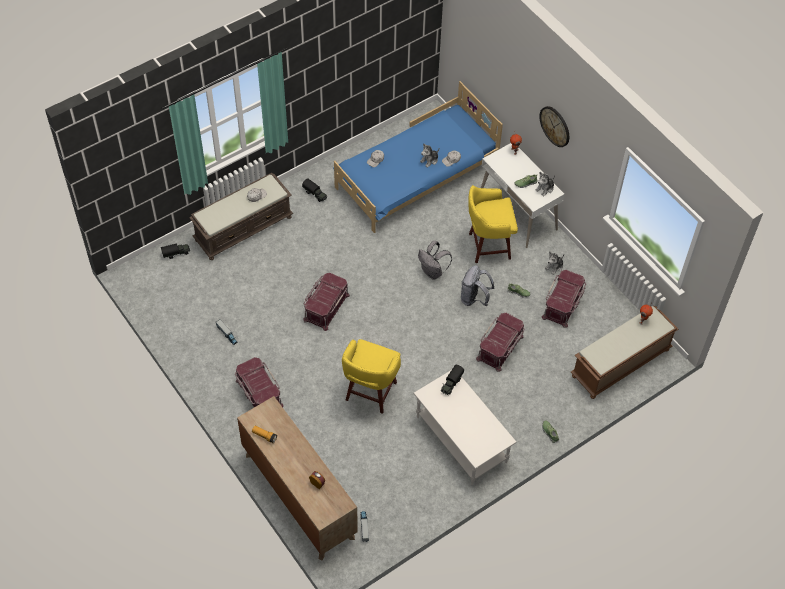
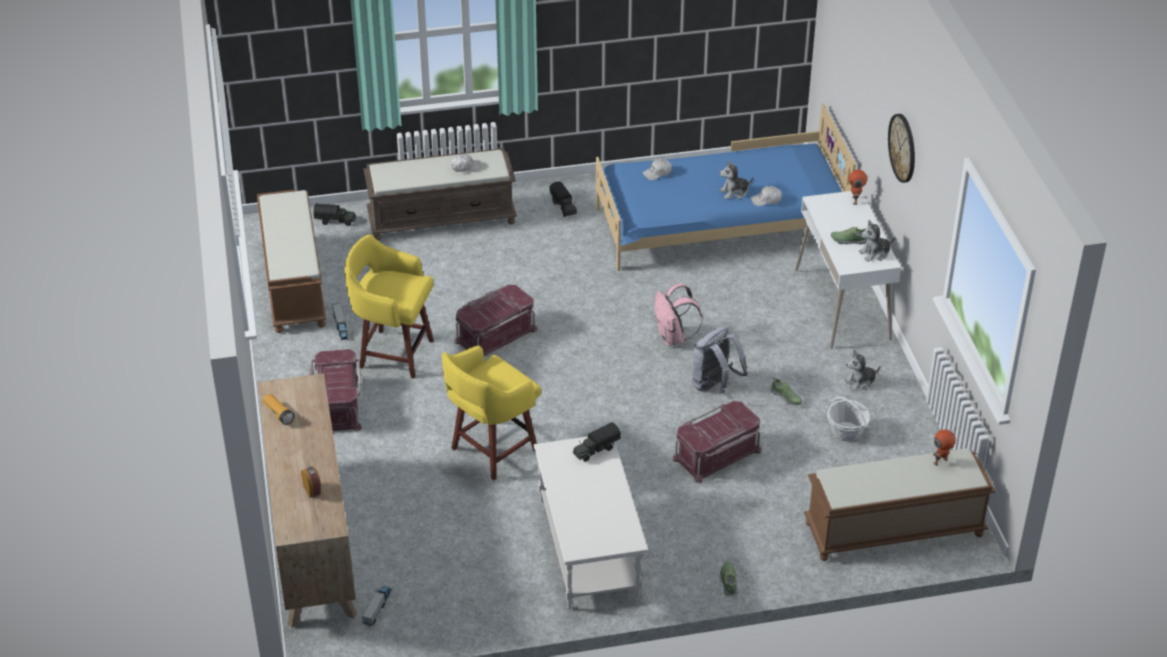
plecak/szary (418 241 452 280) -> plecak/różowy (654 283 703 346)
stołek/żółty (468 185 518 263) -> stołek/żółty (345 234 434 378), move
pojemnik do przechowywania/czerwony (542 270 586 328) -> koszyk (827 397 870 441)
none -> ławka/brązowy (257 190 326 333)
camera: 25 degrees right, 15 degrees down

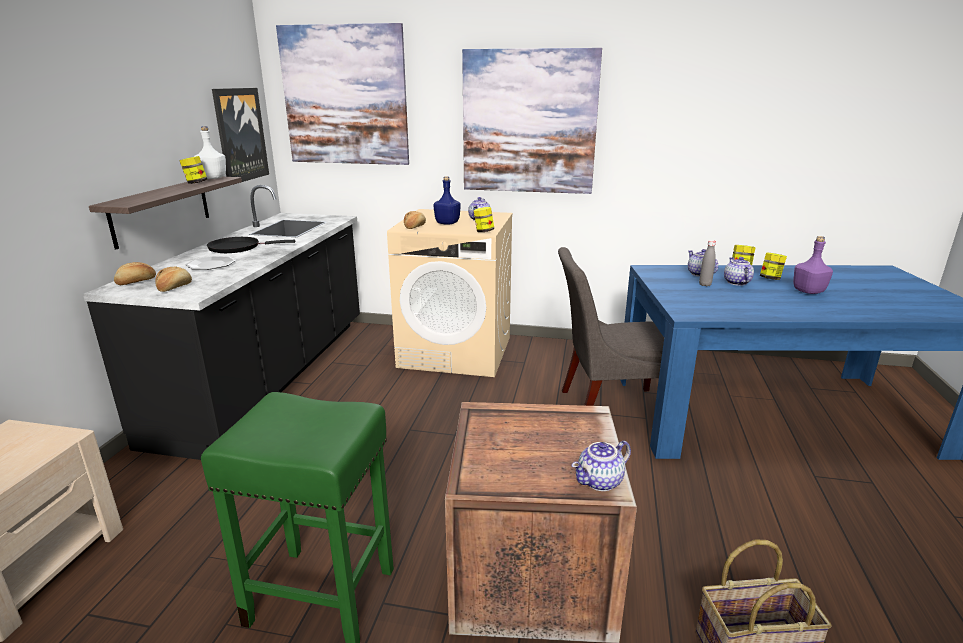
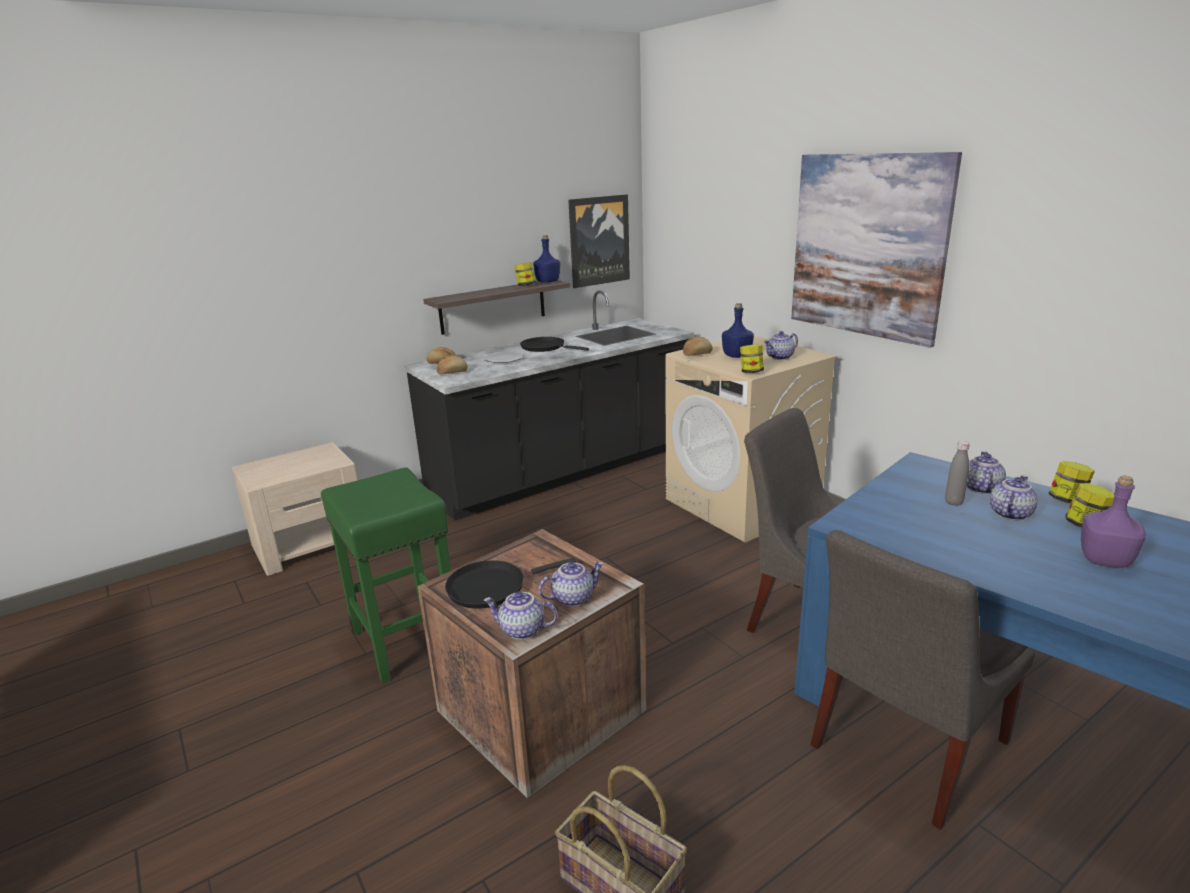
butelka/biały (194 126 226 179) -> butelka/niebieski (533 235 560 283)
obraz (276 23 409 165) -> none
none -> patelnia/czarny (445 558 576 609)
none -> imbryk (539 562 604 607)
none -> krzesło/szary (810 530 1035 830)
camera: 45 degrees right, 0 degrees up

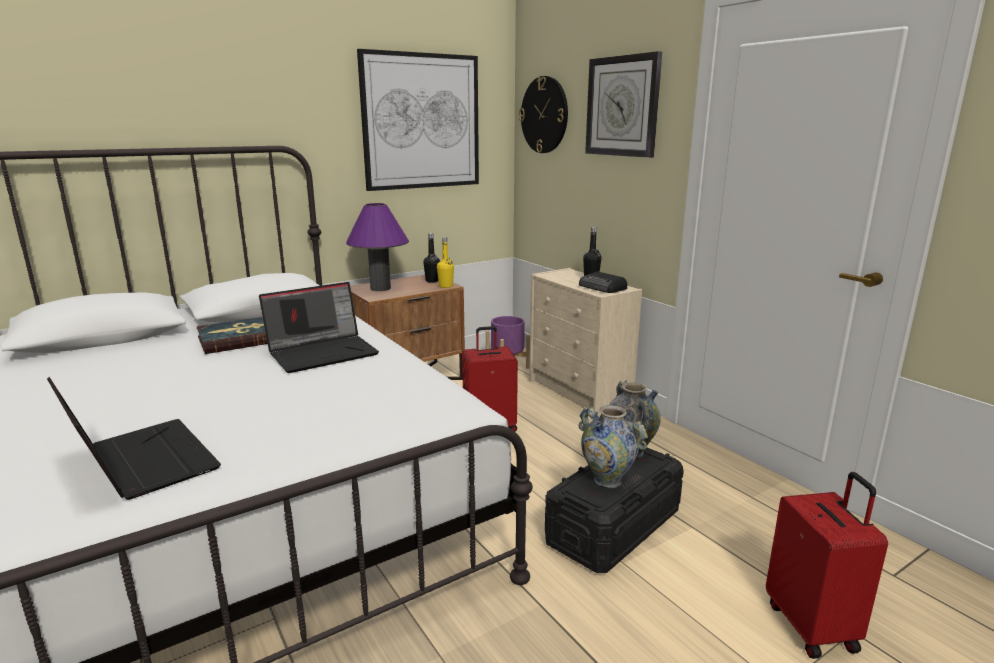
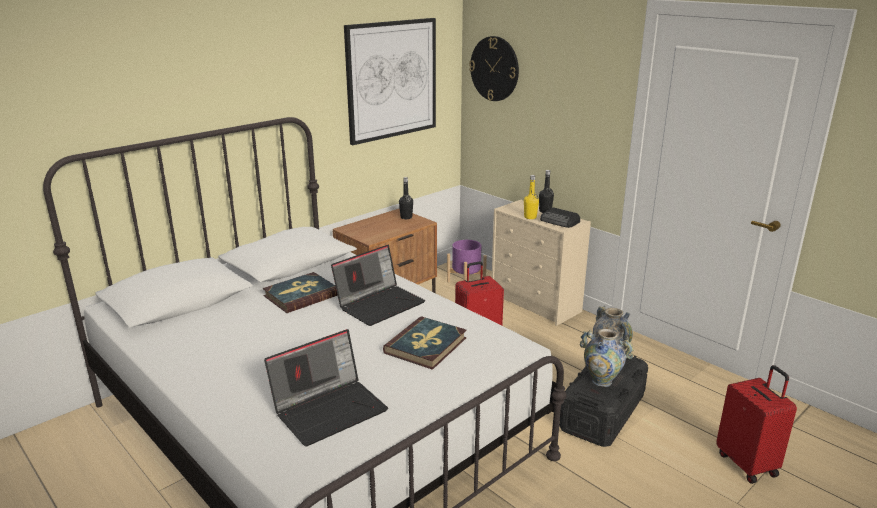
laptop (47 377 221 500) -> laptop (264 329 388 446), 105 degrees clockwise
lampa stołowa/fioletowy (346 203 409 291) -> none
butelka/żółty (437 237 454 288) -> butelka/żółty (524 175 539 219), move
zegar ścienny (585 51 662 158) -> none
none -> książka (383 316 466 370)
camera: 10 degrees left, 5 degrees up

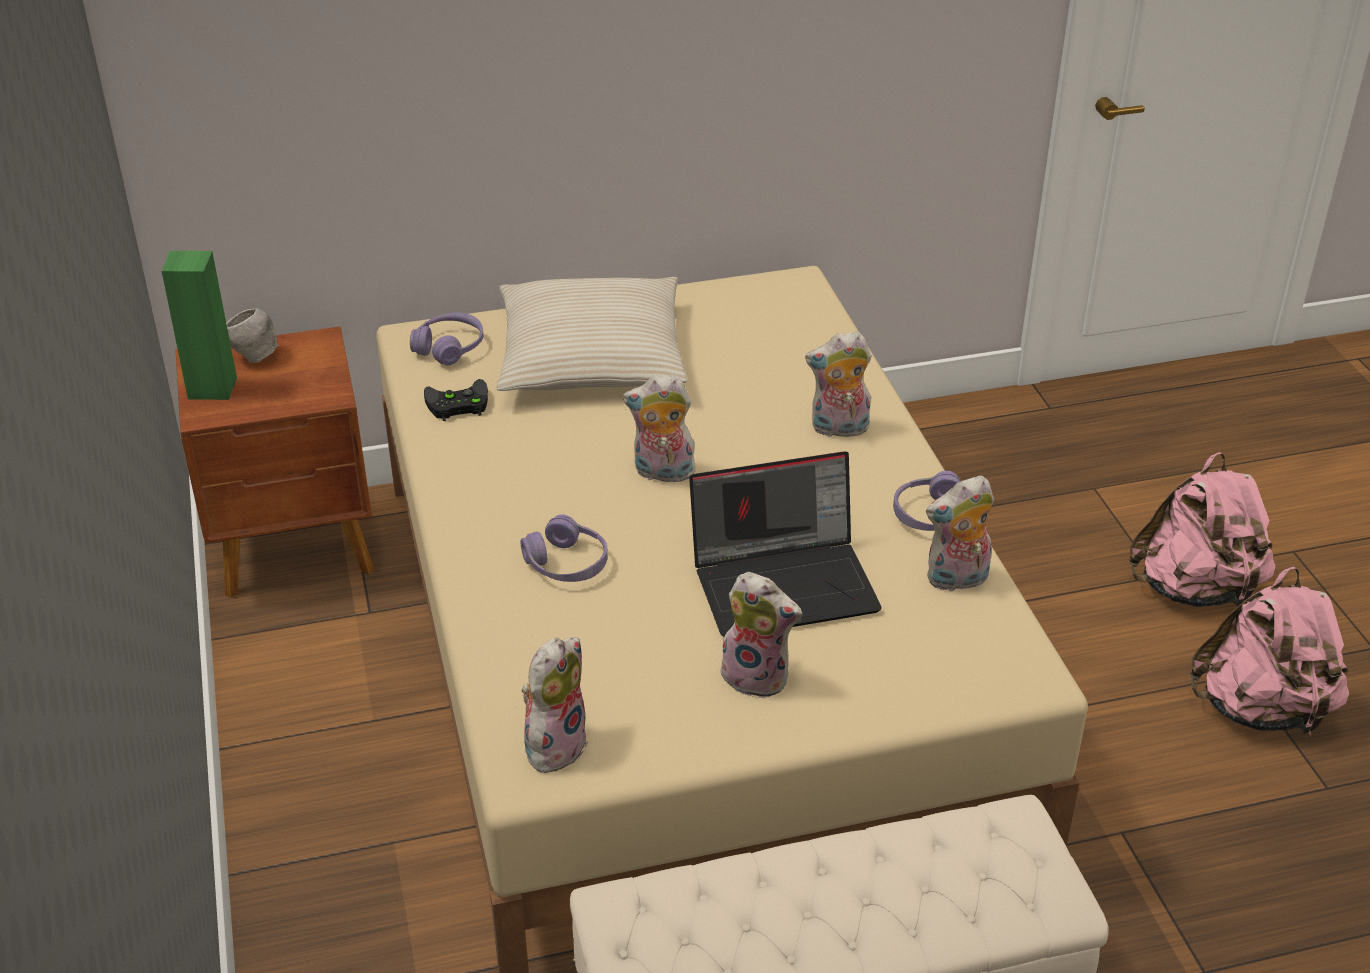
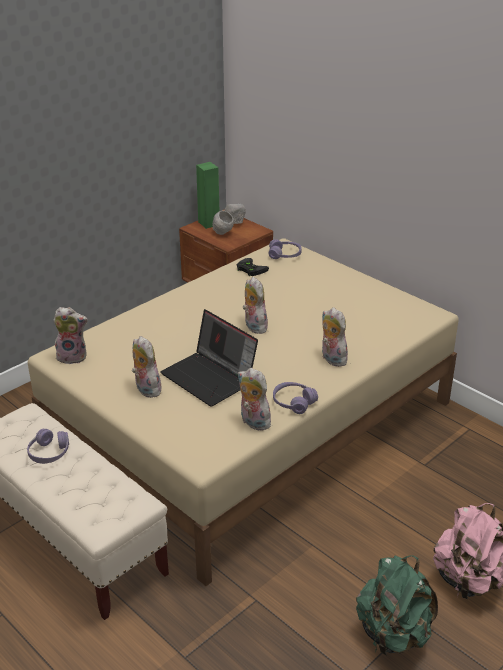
poduszka/beżowy (496 277 687 391) -> none
słuchawki/fioletowy (520 514 608 582) -> słuchawki/fioletowy (27 429 69 464), move
pluszak (720 572 802 699) -> pluszak (132 336 162 398), 150 degrees clockwise
plecak/różowy (1190 566 1349 738) -> plecak/zielony (356 555 438 656)
none -> miska/szary (213 210 234 235)
camera: 60 degrees right, 5 degrees down

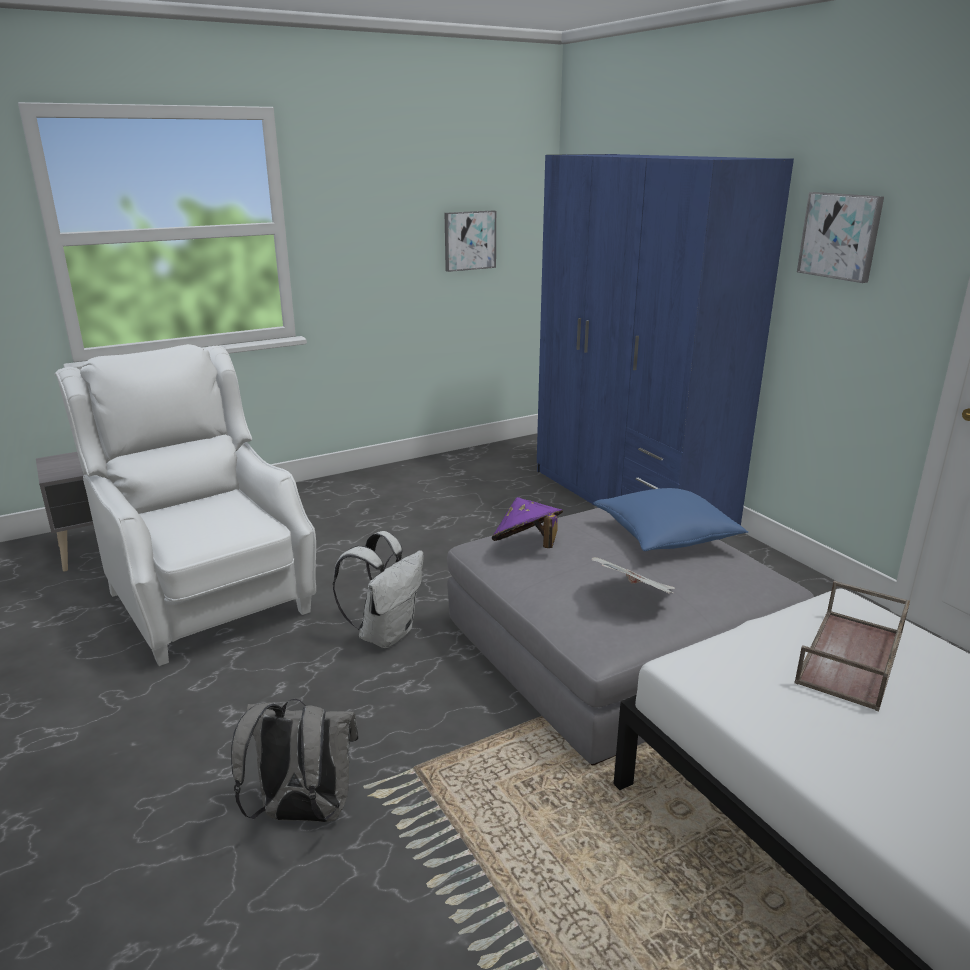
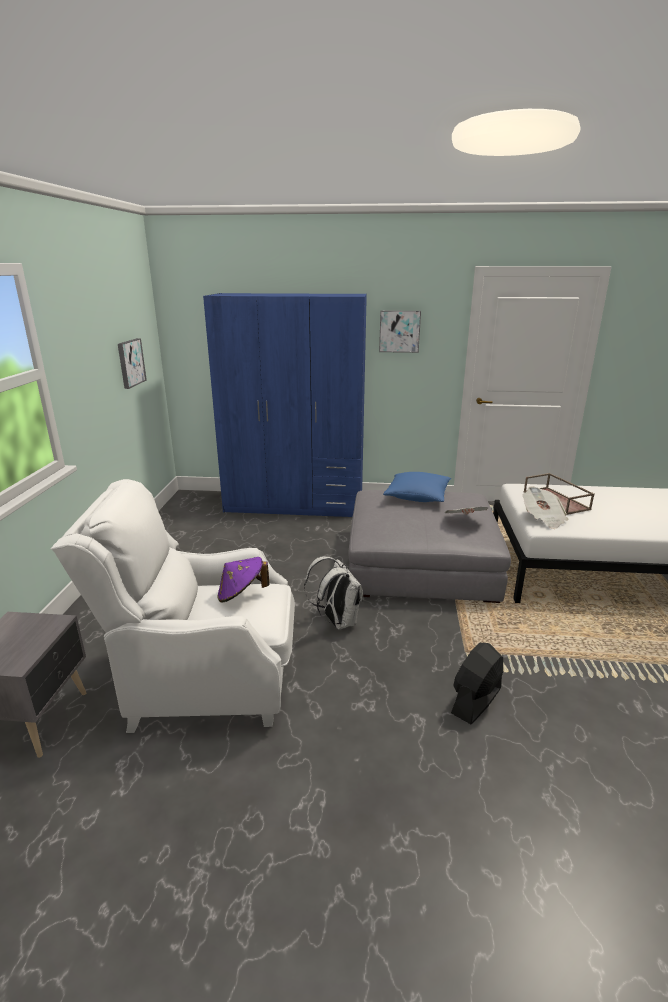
plecak/szary (231 699 358 822) -> wentylator/czarny (451 643 503 724)
kapelusz/fioletowy (492 497 563 548) -> kapelusz/fioletowy (217 557 269 603), move
none -> gazeta (522 486 569 529)
camera: 55 degrees left, 0 degrees up

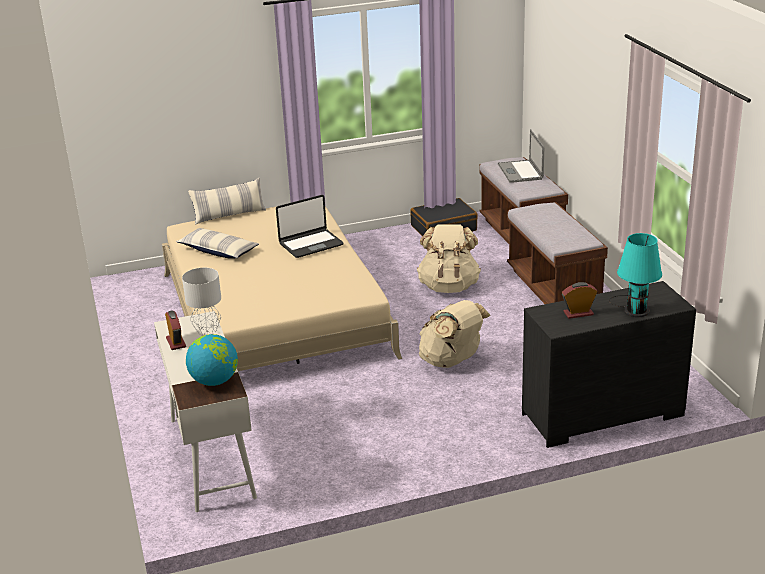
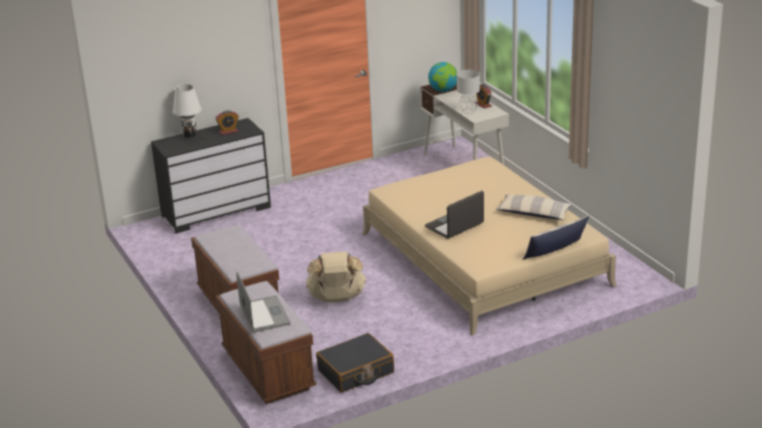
plecak/beżowy (419 300 491 368) -> none
lampa stołowa/turkusowy (609 233 662 317) -> lampa stołowa/biały (173 84 207 148)
camera: 170 degrees right, 0 degrees up

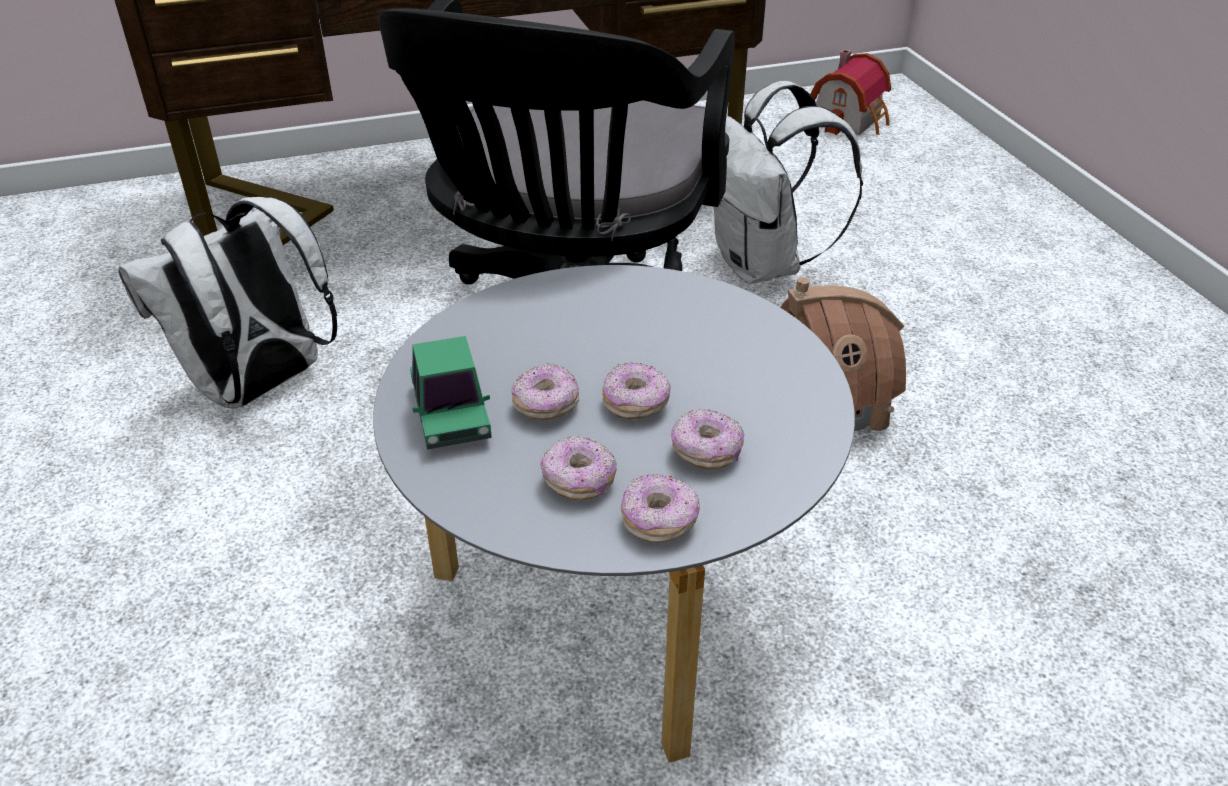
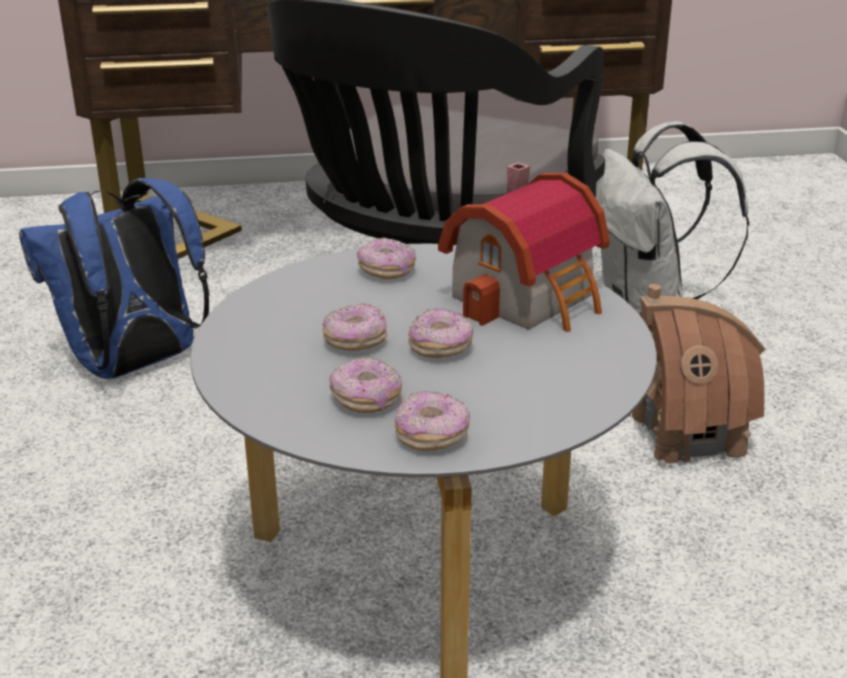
plecak/biały (118 197 337 409) -> plecak/niebieski (19 178 209 379)
samochodzik (410 336 492 450) -> none
donut (671 408 744 470) -> donut (357 237 416 279), move
domek (811 49 891 135) -> domek (438 162 610 332), move
camera: 10 degrees right, 10 degrees down

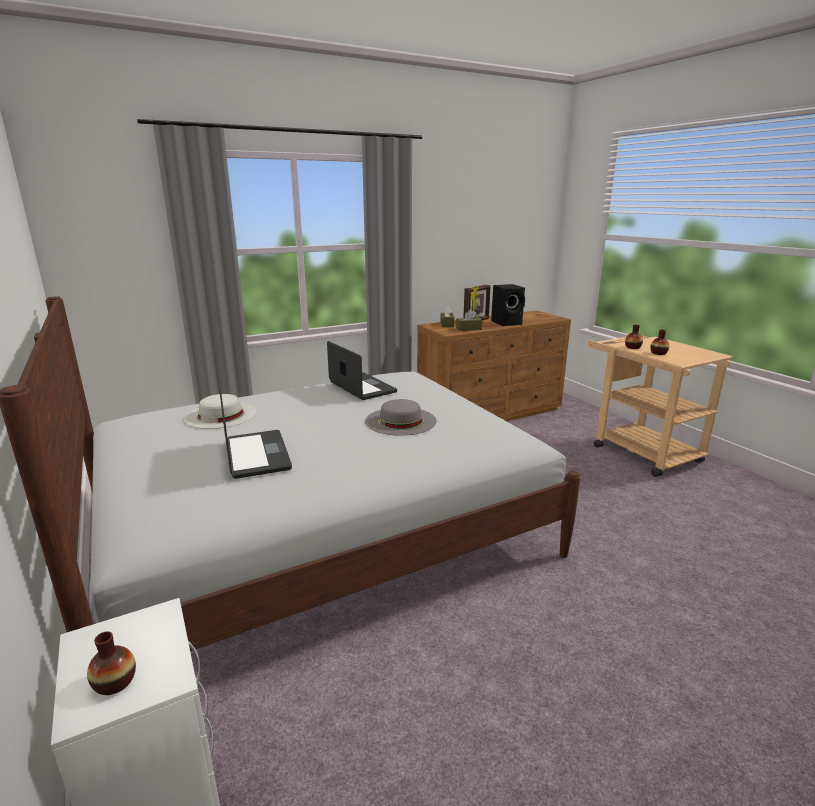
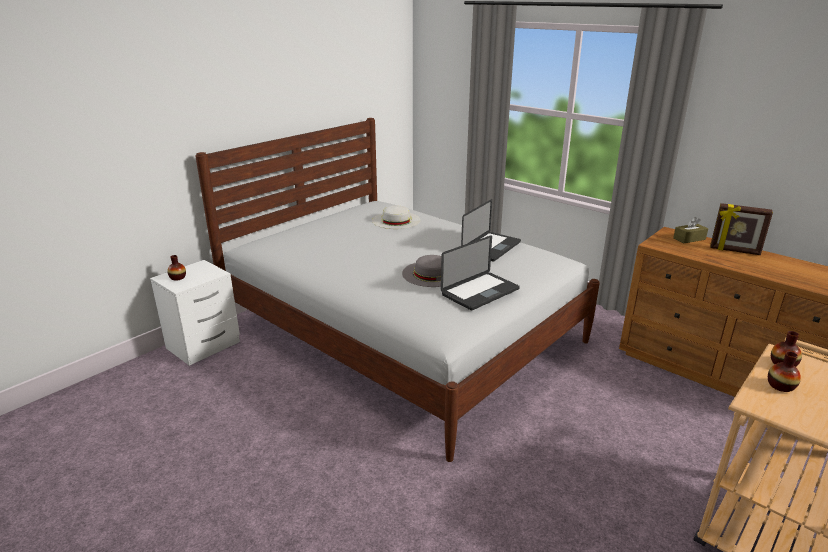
laptop (220 389 292 479) -> laptop (441 235 520 310), move
pudełko chusteczek/brązowy (456 309 482 331) -> none
głośnik/czarny (491 284 525 326) -> none
camera: 70 degrees right, 5 degrees up

